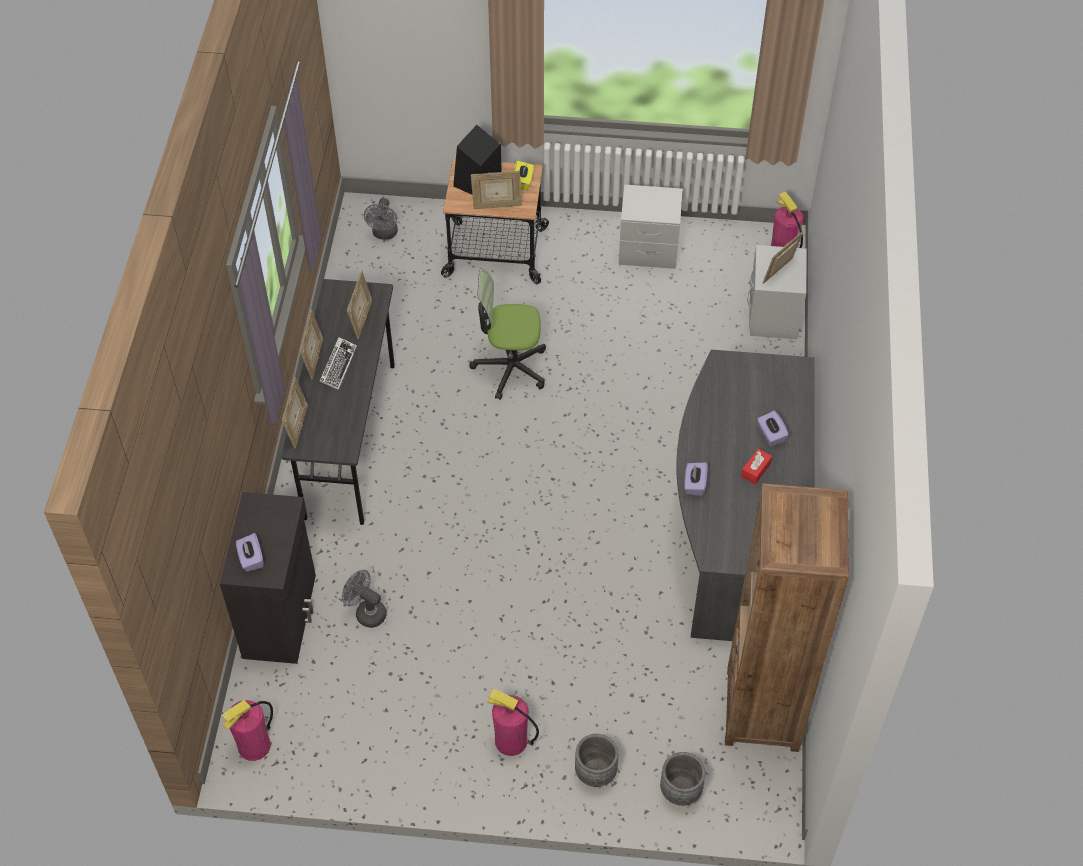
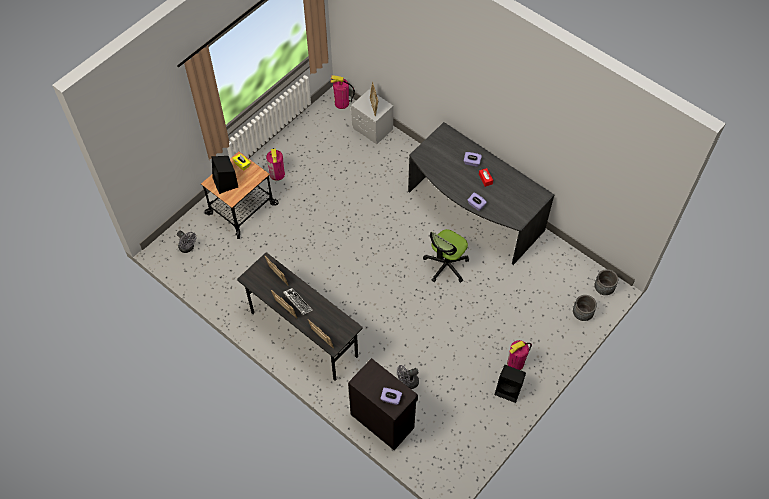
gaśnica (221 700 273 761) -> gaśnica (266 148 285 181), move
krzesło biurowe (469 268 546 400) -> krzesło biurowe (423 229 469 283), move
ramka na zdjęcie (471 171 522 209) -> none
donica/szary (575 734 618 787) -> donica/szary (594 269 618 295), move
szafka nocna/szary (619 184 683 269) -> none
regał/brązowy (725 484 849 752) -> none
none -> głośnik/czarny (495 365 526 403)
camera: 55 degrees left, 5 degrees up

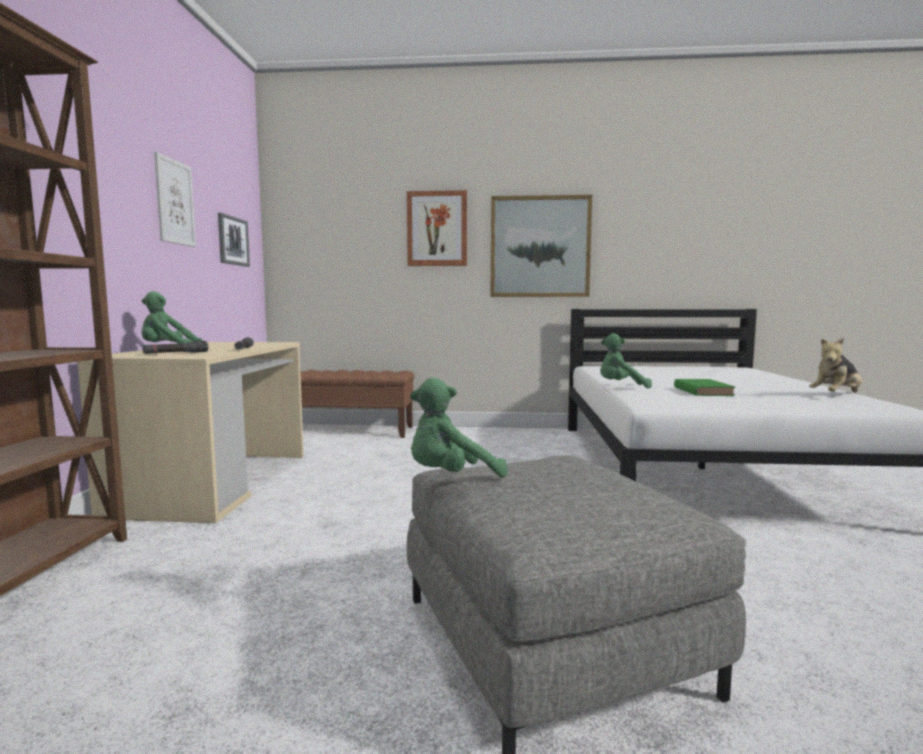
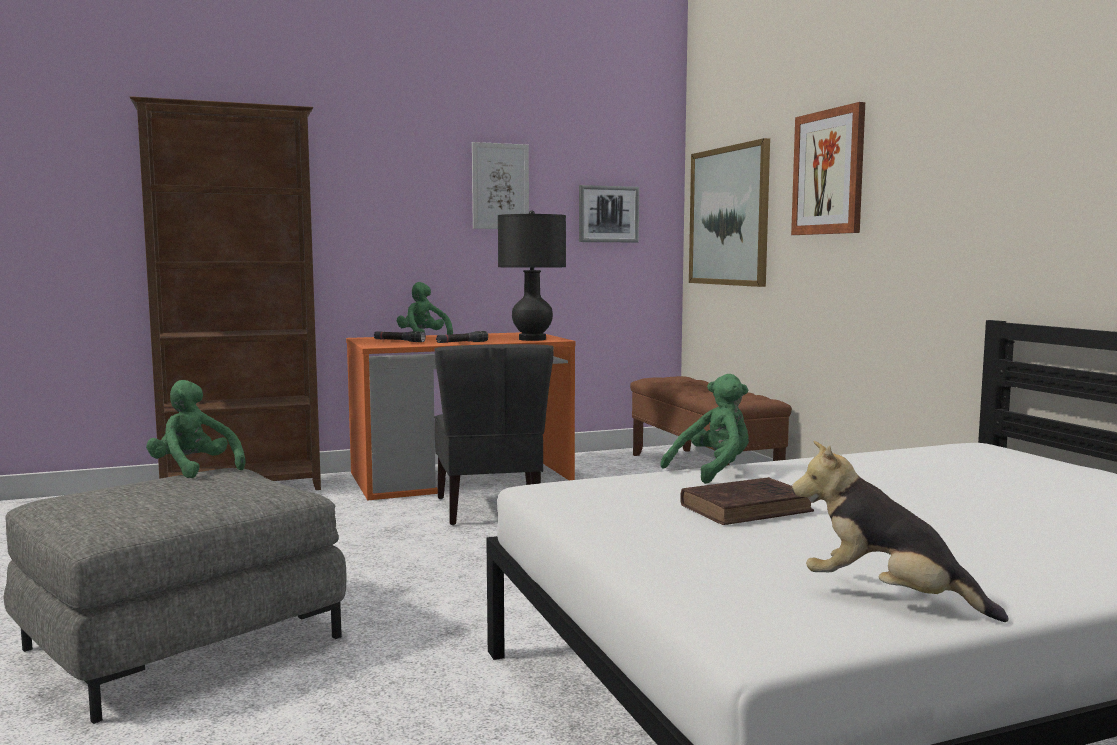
biurko/beżowy (77 342 304 523) -> biurko/pomarańczowy (346 332 575 500)
obraz (491 195 592 297) -> obraz (689 138 770 287), move
pluszak/zielony (600 333 652 388) -> pluszak/zielony (661 374 749 484), 75 degrees clockwise
książka/zielony (674 379 735 396) -> książka/brązowy (680 477 814 525)
none -> krzesło/szary (434 344 554 525)
none -> lampa stołowa/czarny (498 210 566 341)
camera: 65 degrees right, 0 degrees up

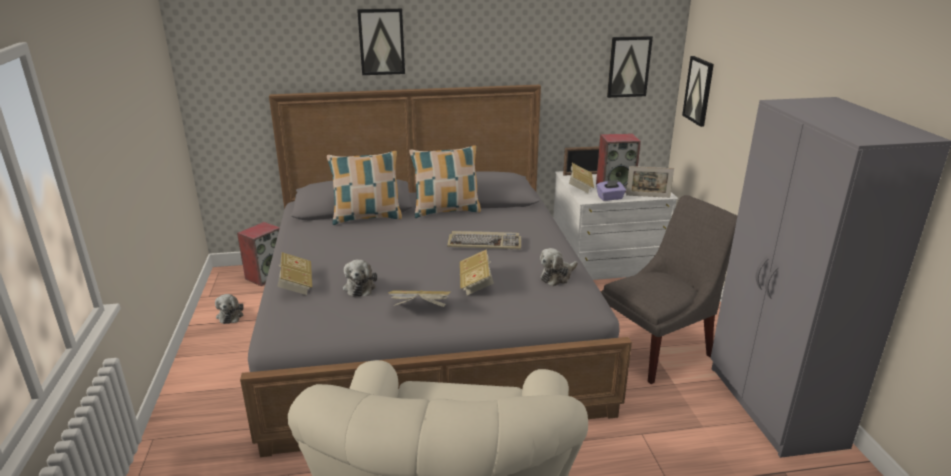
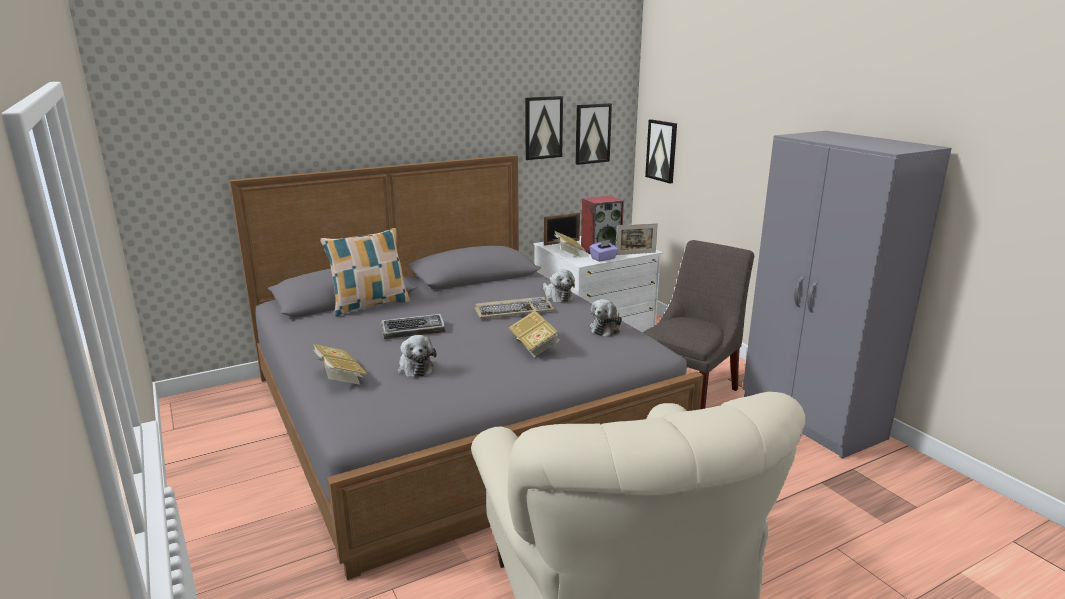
pluszak (215 294 244 324) -> pluszak (543 270 575 303), move
głośnik (237 222 280 286) -> none
obraz (357 8 405 75) -> obraz (525 96 563 160), move
książka (388 290 451 307) -> none
poduszka (409 145 481 218) -> none
none -> klawiatura (381 314 446 339)
camera: 20 degrees left, 5 degrees down

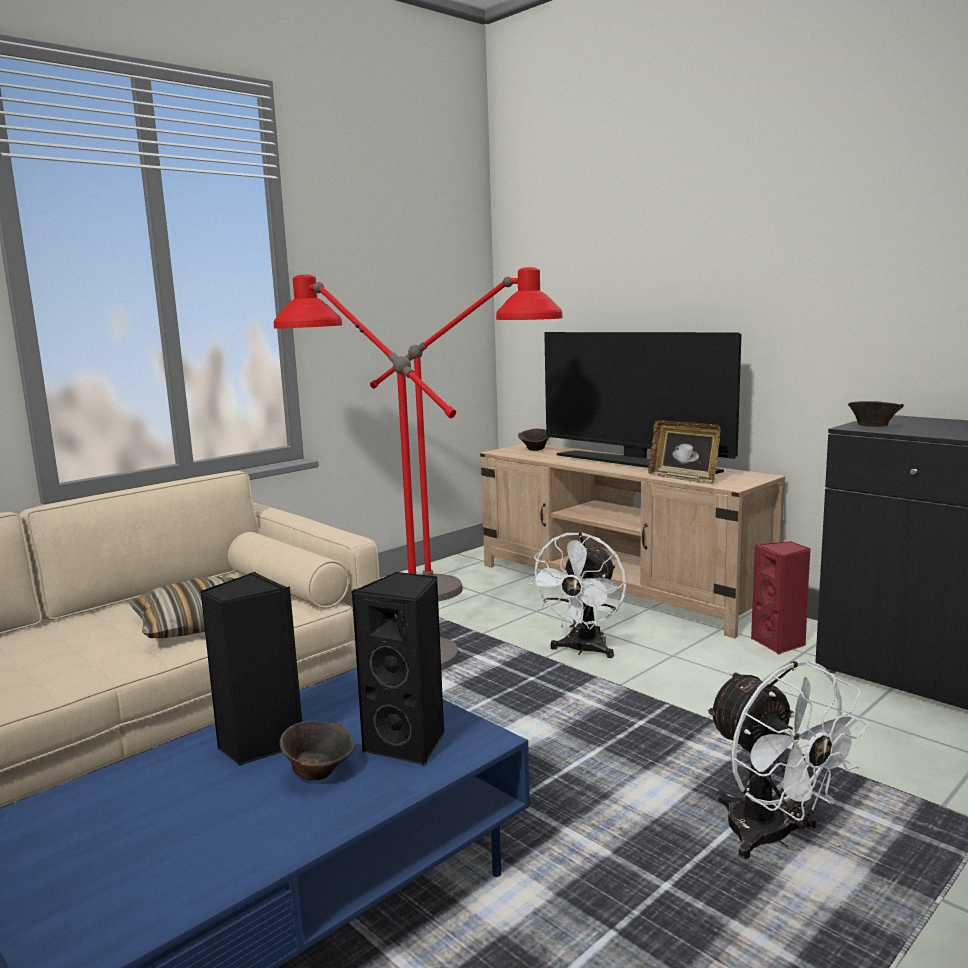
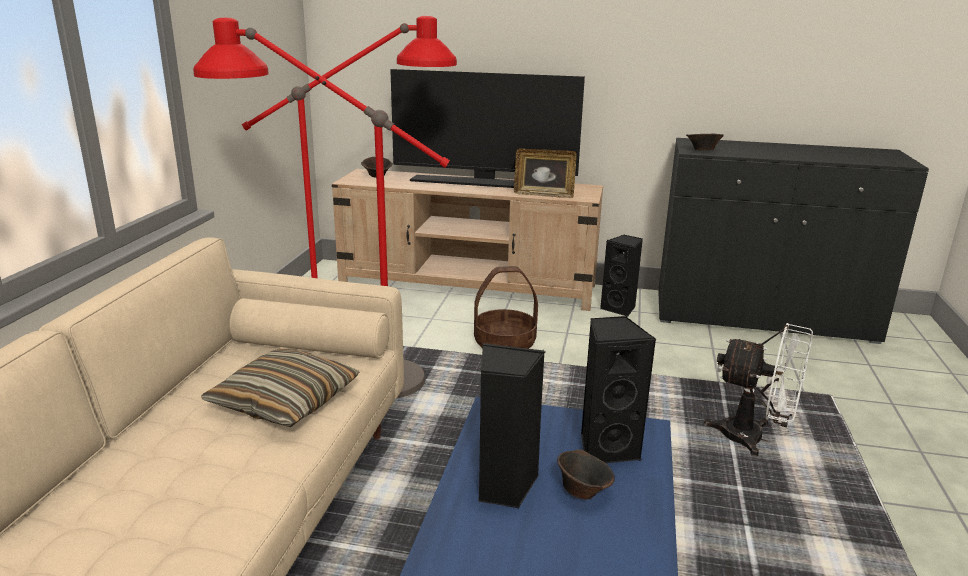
wentylator/biały (528 532 626 658) -> koszyk (474 266 538 349)
głośnik/czerwony (751 541 811 654) -> głośnik/czarny (600 234 643 317)
camera: 35 degrees left, 10 degrees up

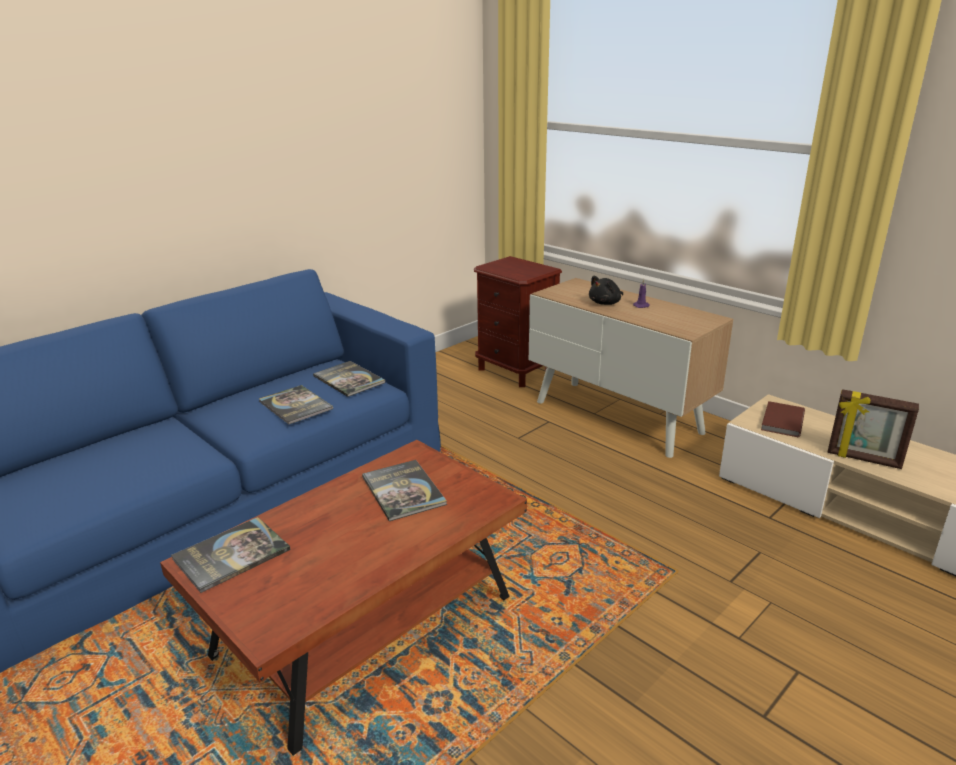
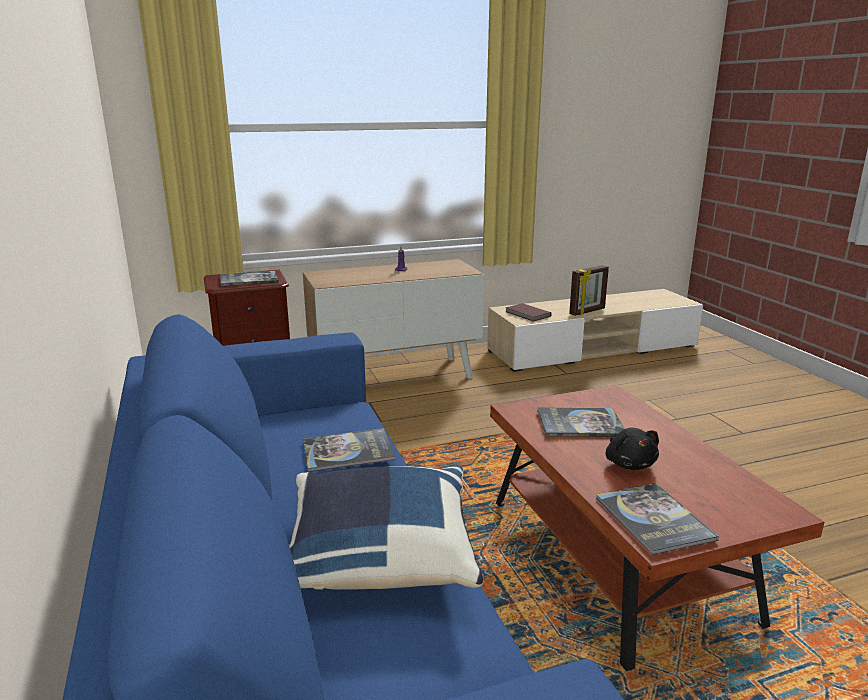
książka (313 361 385 397) -> książka (220 271 279 286), move
pluszak/czarny (589 276 623 305) -> pluszak/czarny (606 428 659 470), move
none -> poduszka/niebieski (289 465 484 590)
camera: 65 degrees left, 5 degrees down

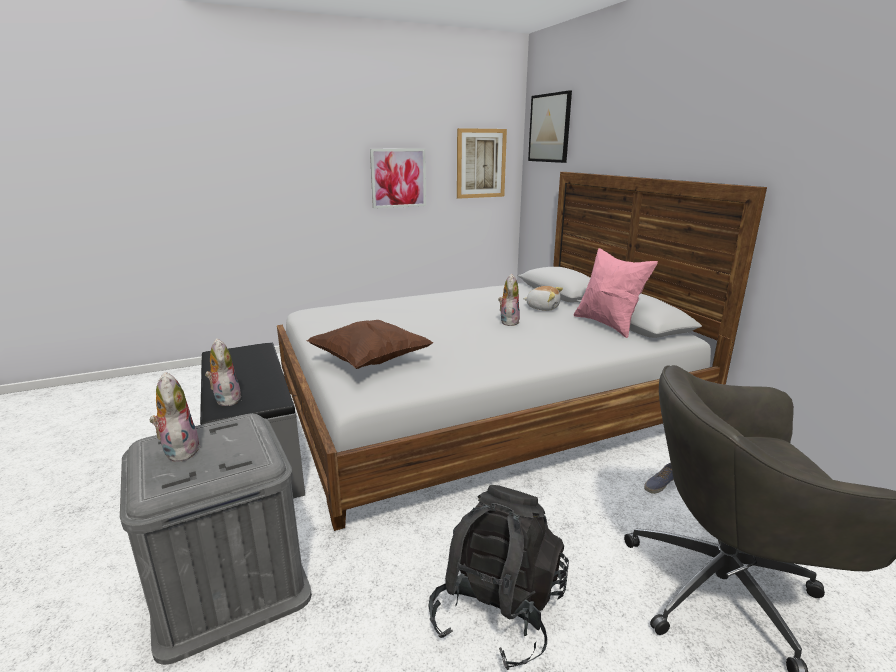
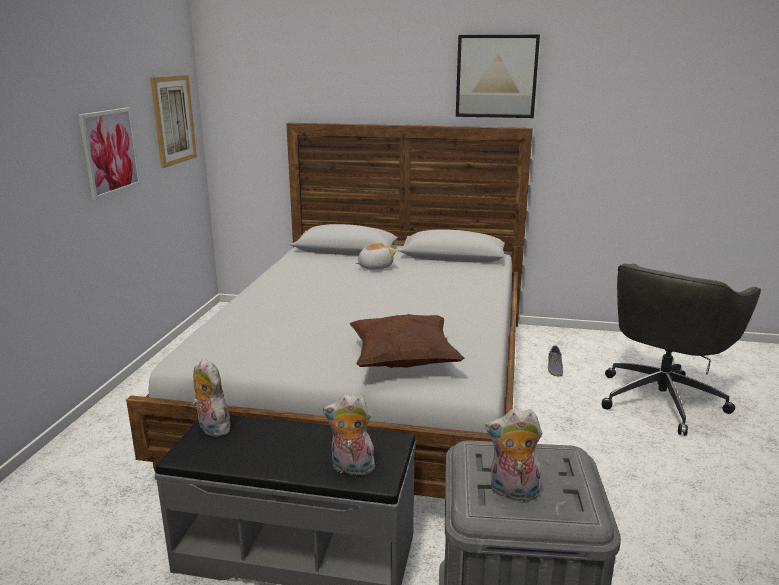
plecak/czarny (429 485 569 670) -> none
pluszak (498 274 520 326) -> pluszak (192 359 231 437), move
obraz (528 90 572 163) -> obraz (456 35 540 118), move
poduszka/różowy (574 248 658 338) -> none
camera: 55 degrees left, 0 degrees up

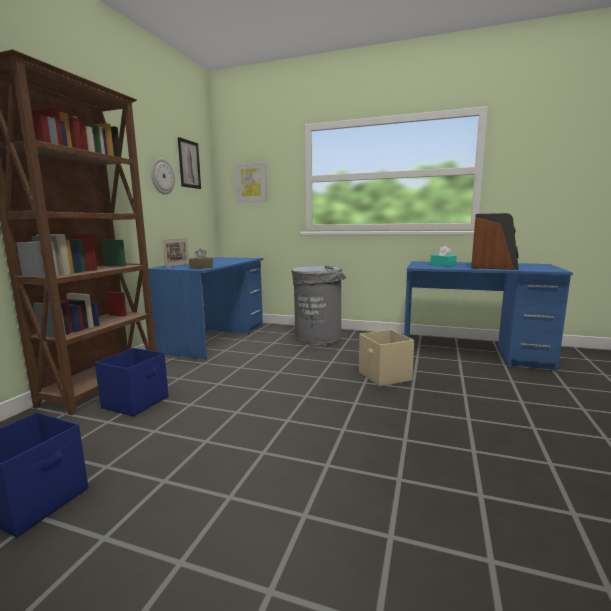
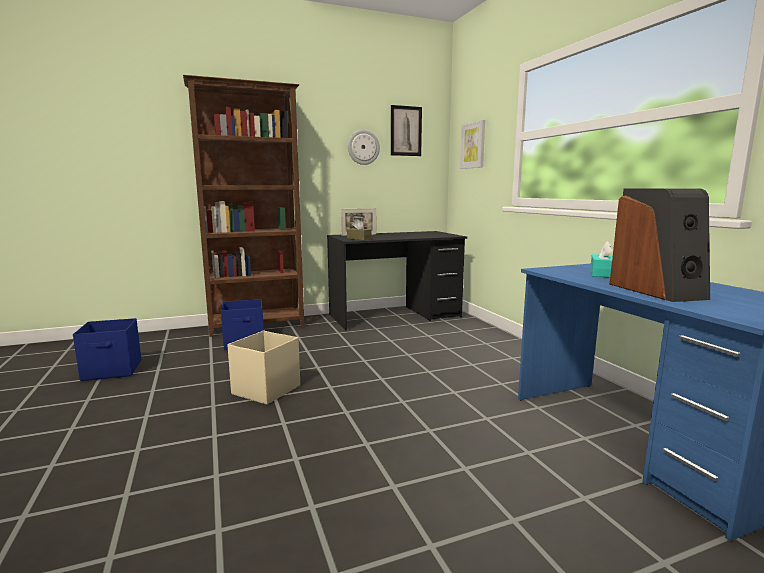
biurko/niebieski (148 257 264 360) -> biurko/czarny (327 231 467 331)
kosz na śmieci/szary (291 266 346 346) -> none
pojemnik do przechowywania/beżowy (359 330 414 387) -> pojemnik do przechowywania/beżowy (227 331 300 405), move
camera: 50 degrees right, 0 degrees up

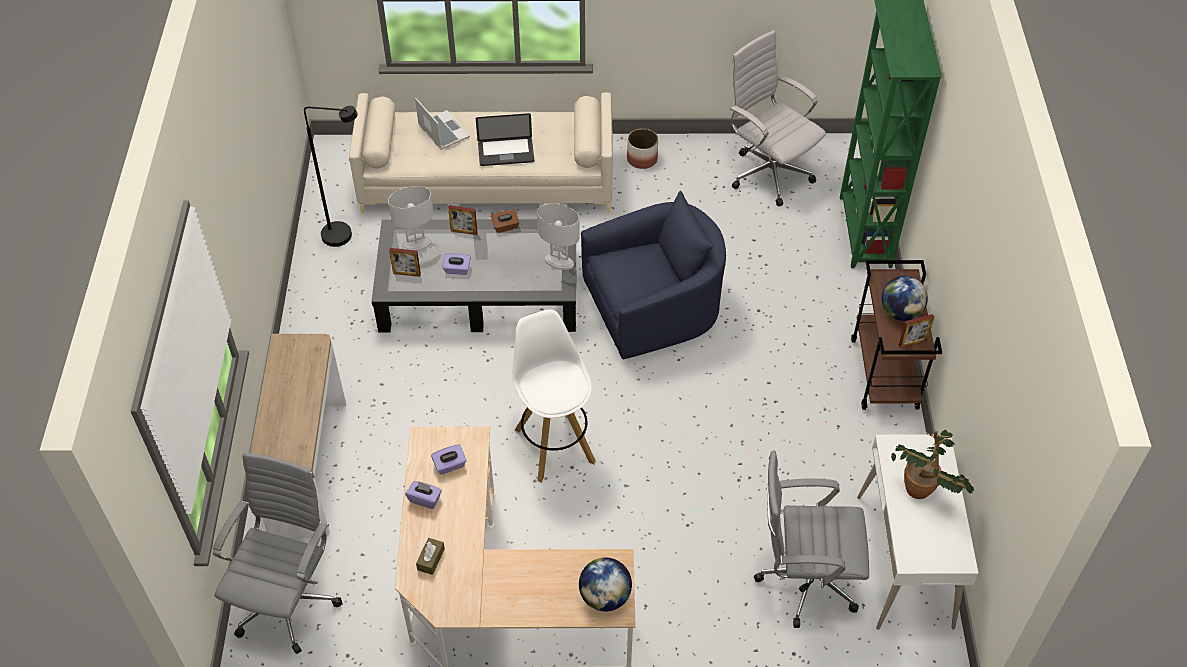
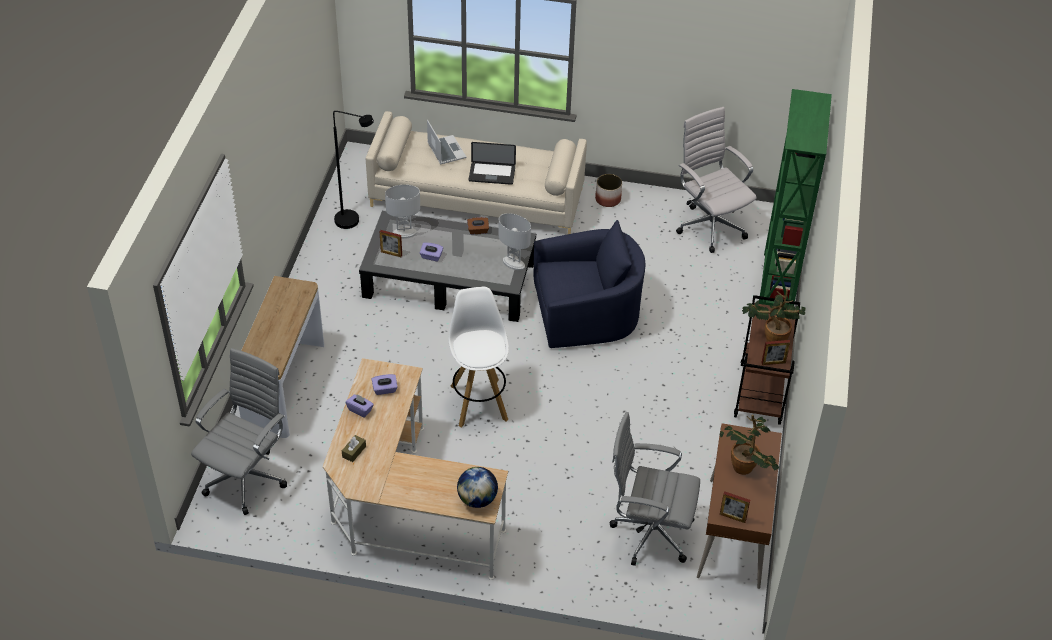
ramka na zdjęcie (448 205 478 235) -> ramka na zdjęcie (720 491 750 523), move
biurko/biały (857 434 979 630) -> biurko/brązowy (697 423 782 589)
globus (881 276 928 321) -> roślina doniczkowa (742 290 806 342)
camera: 10 degrees right, 5 degrees down

